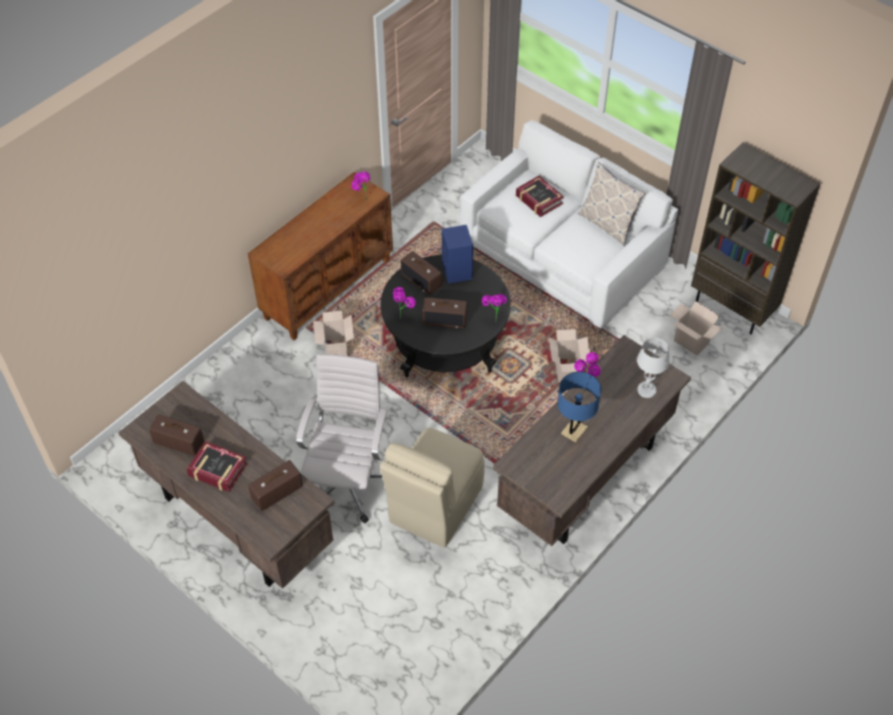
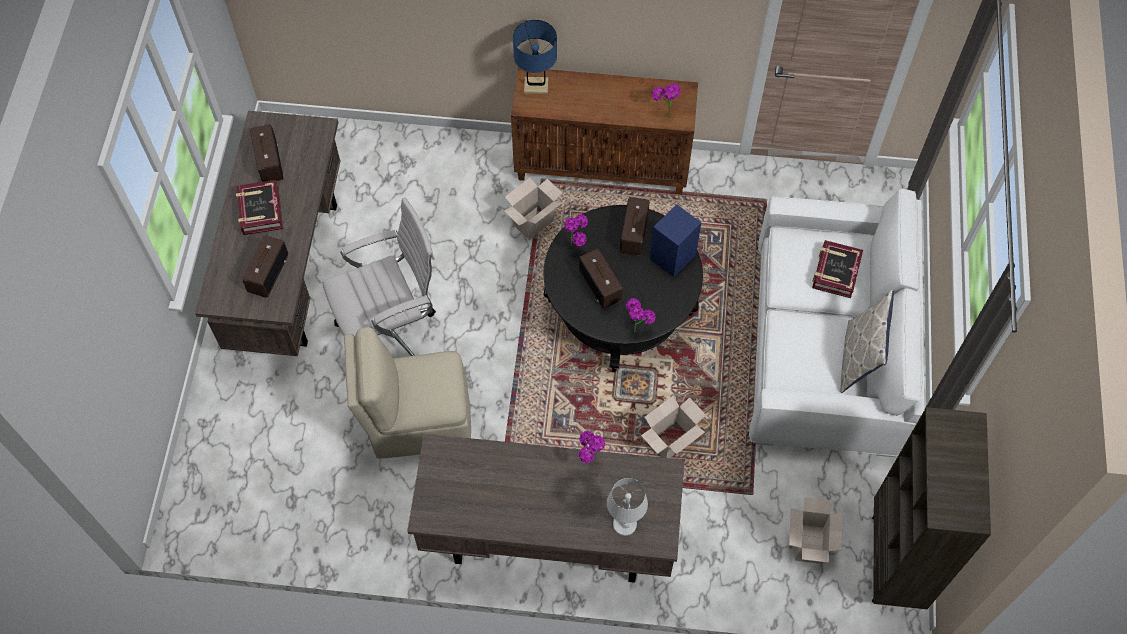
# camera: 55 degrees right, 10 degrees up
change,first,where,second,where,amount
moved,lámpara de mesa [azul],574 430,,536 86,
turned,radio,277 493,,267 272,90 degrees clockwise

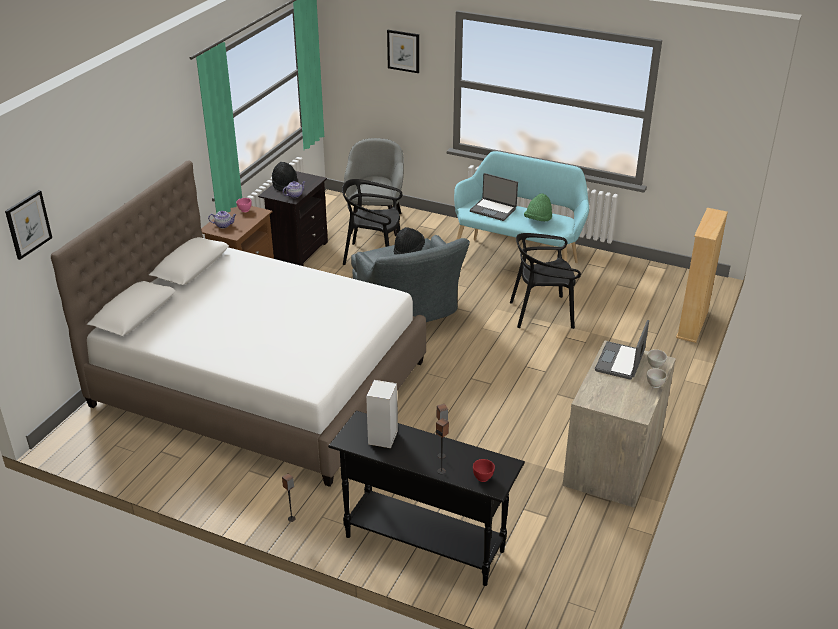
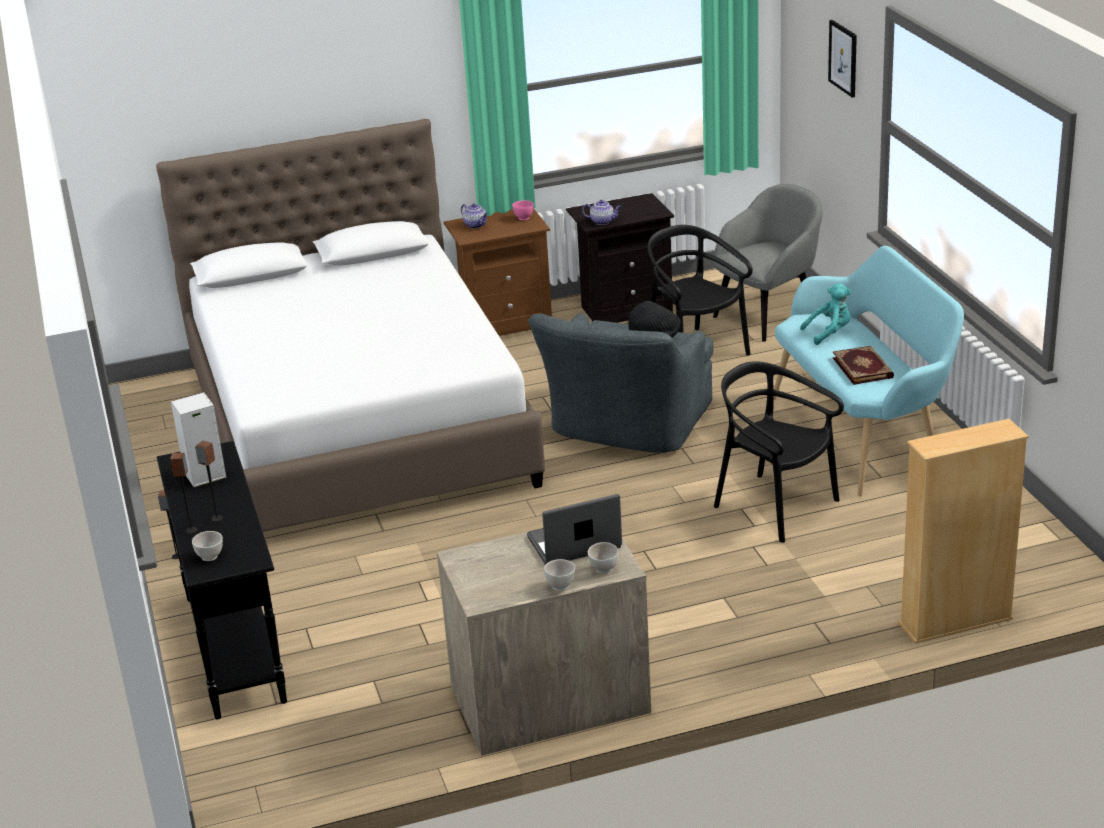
# camera: 50 degrees right, 5 degrees down
change,first,where,second,where,amount
removed,cuadro,28 224,,,
removed,sombrero [negro],284 184,,,
replaced,portátil,493 210,peluche [turquesa],829 333,
replaced,sombrero [verde],538 220,libro,863 367,
recoloured,cuenco [rojo],483 478,cuenco [blanco],210 557,

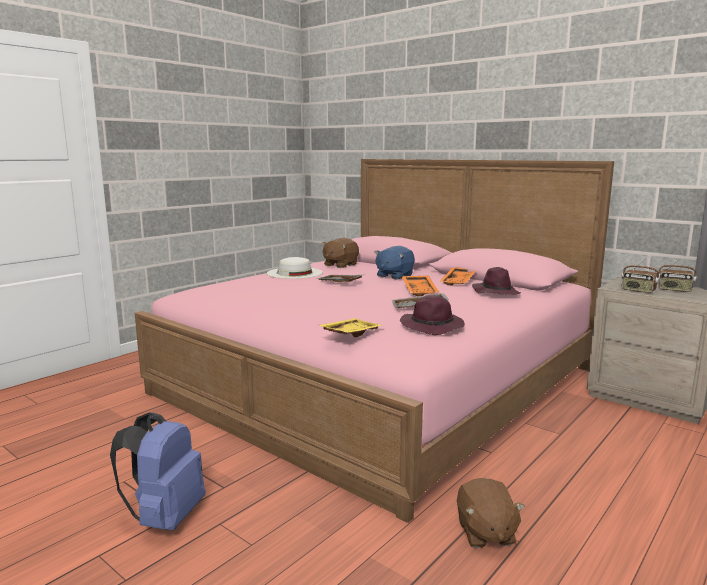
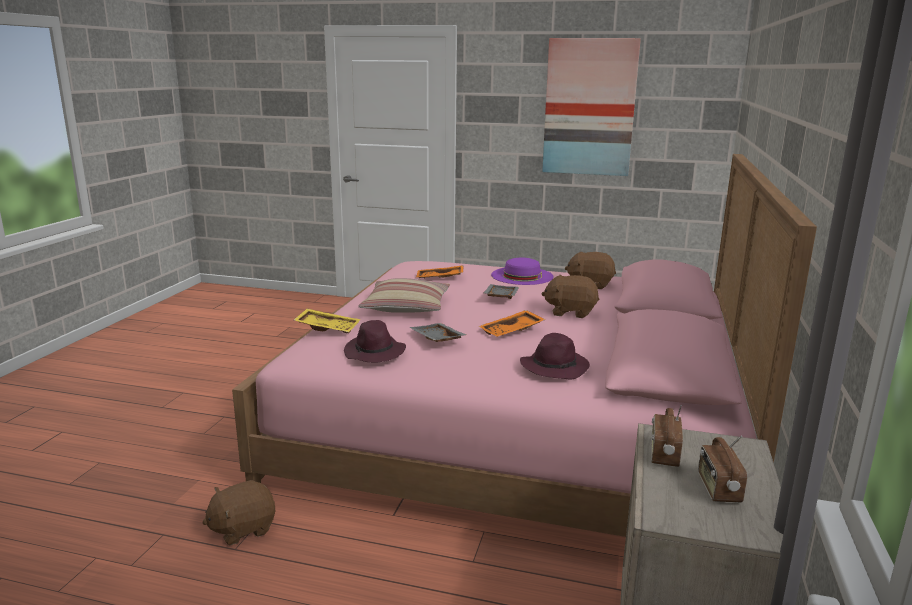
# camera: 65 degrees right, 5 degrees up
change,first,where,second,where,amount
removed,mochila [azul],165 517,,,
added,,,cojín,406 307,
added,,,cuadro,589 107,
moved,bandeja [naranja],459 281,,440 278,
recoloured,sombrero [blanco],294 273,sombrero [morado],522 276,
recoloured,peluche [azul],394 276,peluche [marrón],570 312,

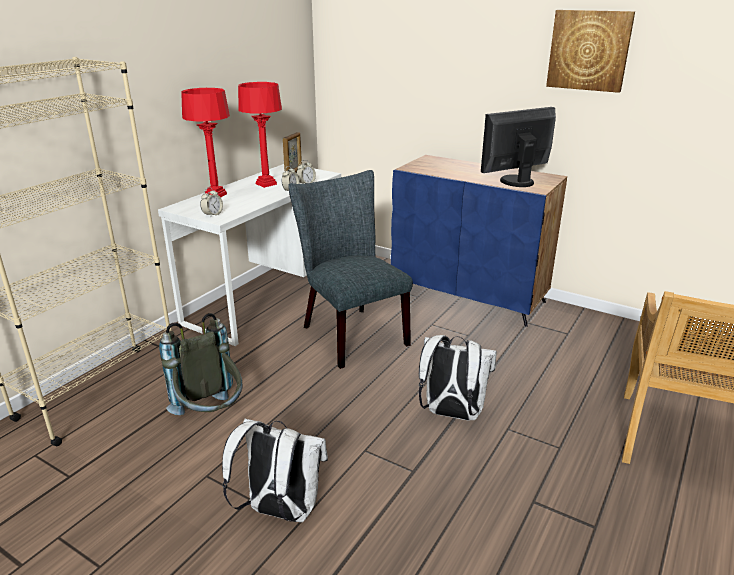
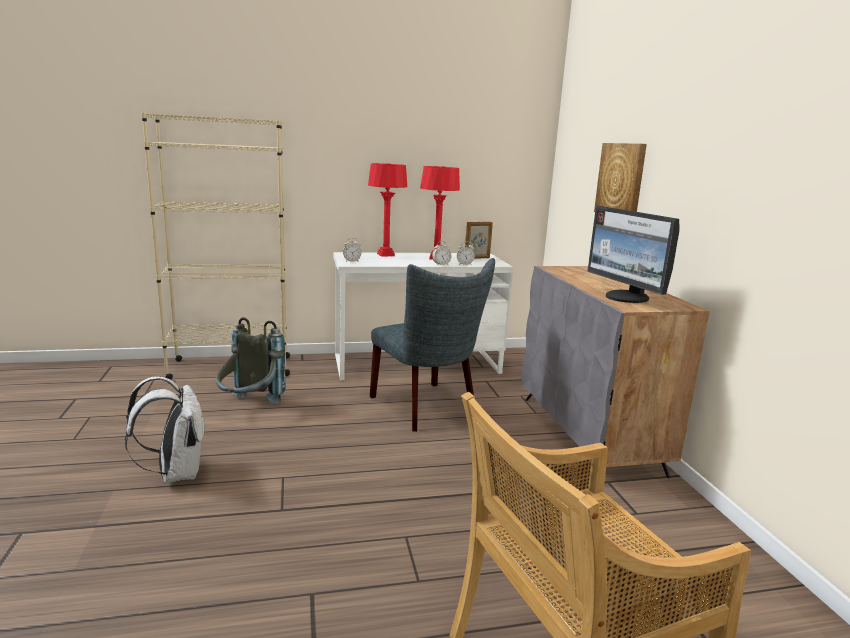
# camera: 45 degrees right, 10 degrees down
change,first,where,second,where,amount
removed,mochila [blanco],451 414,,,
moved,cuadro,589 50,,621 180,
recoloured,armario [azul],469 295,armario [gris],589 434,
turned,silla [gris],350 333,,427 409,135 degrees clockwise
turned,monitor,515 181,,626 298,135 degrees counterclockwise

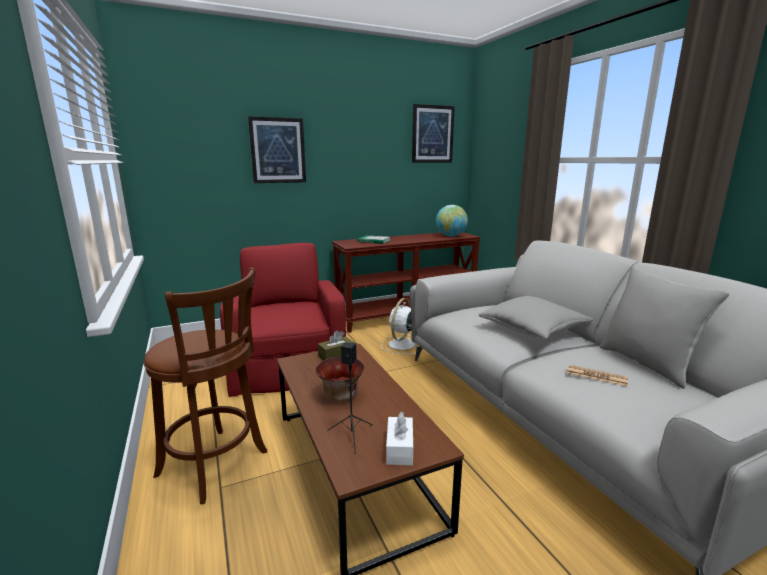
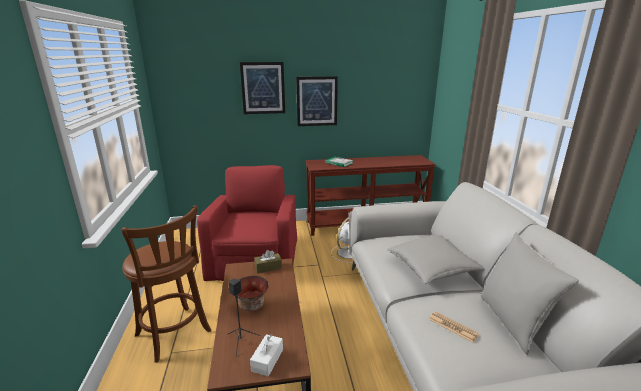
# camera: 15 degrees right, 5 degrees up
change,first,where,second,where,amount
removed,globo terráqueo,450 236,,,
moved,cuadro,432 134,,317 101,

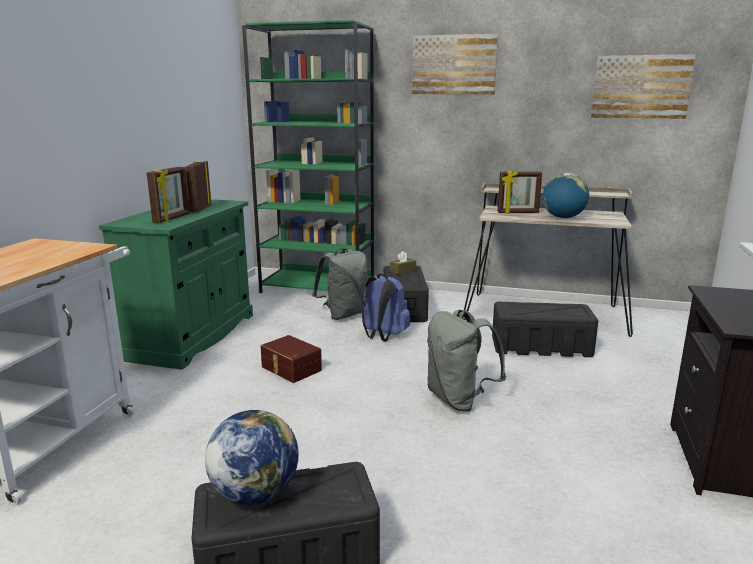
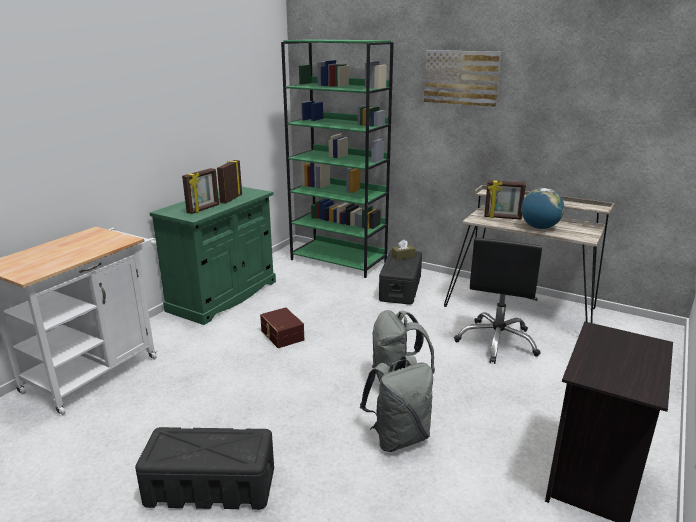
# camera: 15 degrees right, 5 degrees up
change,first,where,second,where,amount
removed,globo terráqueo,255 493,,,
removed,mochila [azul],382 336,,,
removed,cuadro,640 87,,,
moved,mochila [gris],344 315,,398 437,
replaced,caja de almacenaje [negro],540 346,silla de oficina [negro],497 342,

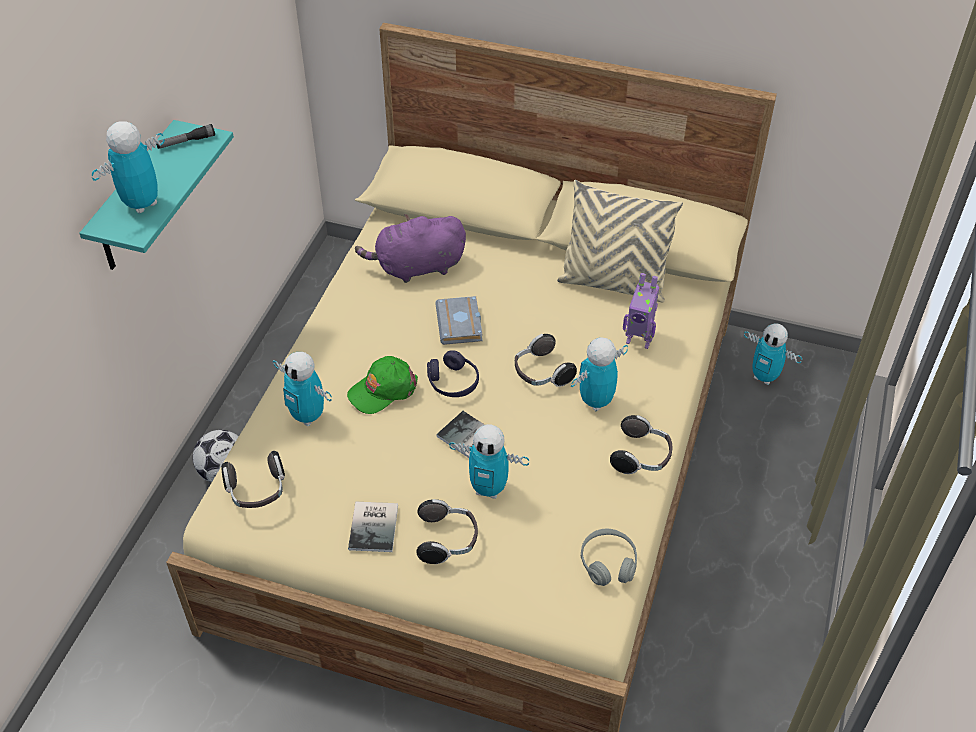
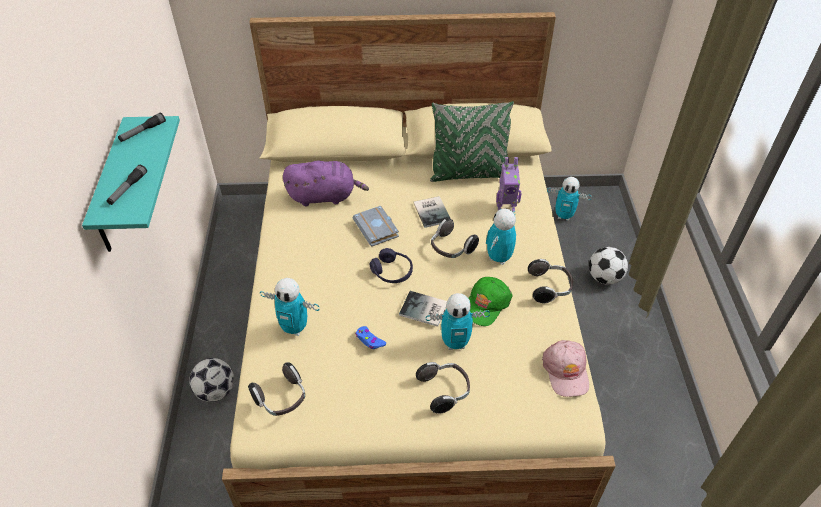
# camera: 20 degrees left, 0 degrees up
change,first,where,second,where,amount
added,,,mando de consola [azul],369 340,
added,,,balón de fútbol,604 277,
moved,gorra [verde],383 390,,486 304,
moved,libro,375 526,,432 211,
replaced,robot de juguete,141 204,linterna,128 189,
replaced,auriculares [gris],608 563,gorra [rosa],566 371,
recoloured,cojín [beis],613 283,cojín [verde],469 173,
turned,peluche [morado],416 267,,324 196,150 degrees counterclockwise

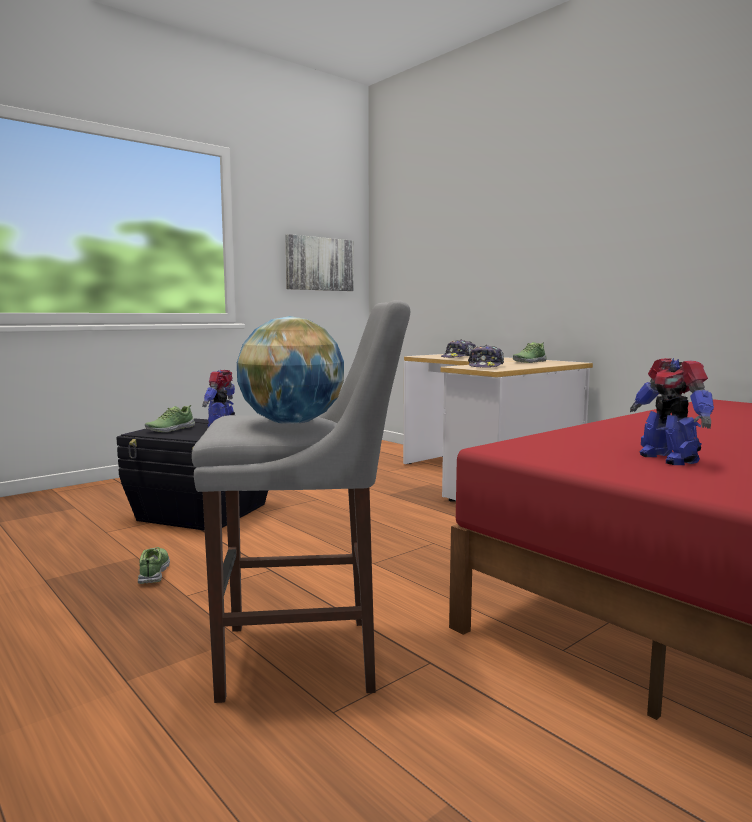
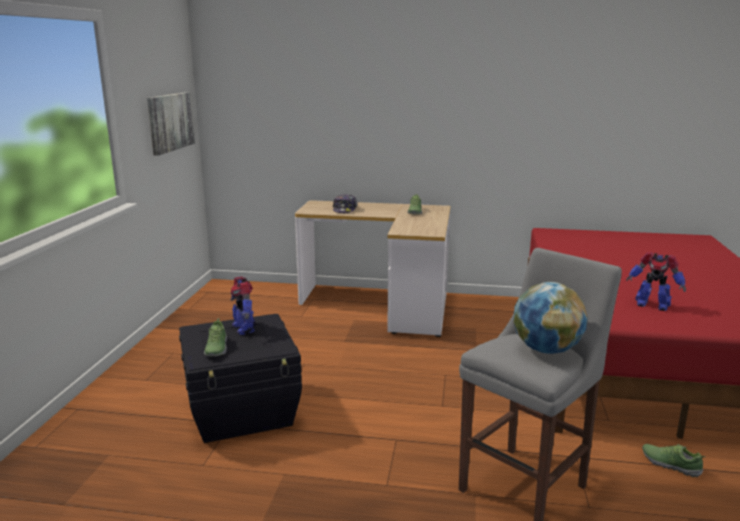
# camera: 40 degrees left, 10 degrees up
change,first,where,second,where,amount
removed,gorra,486 366,,,
moved,zapato,154 572,,670 464,

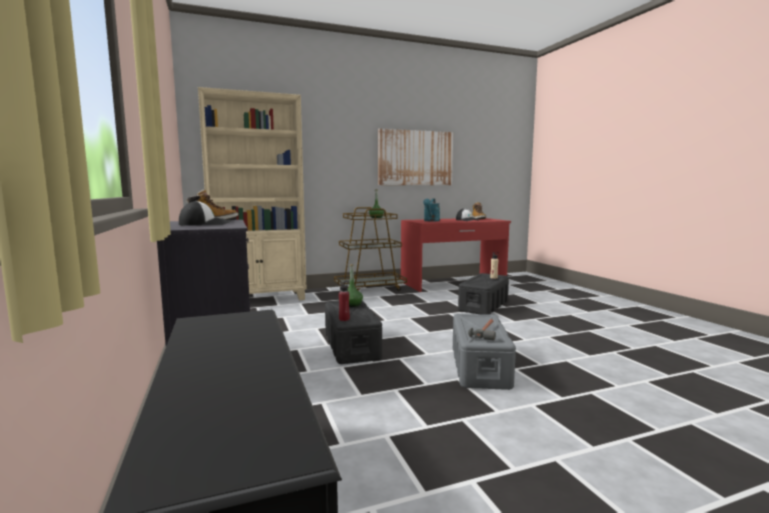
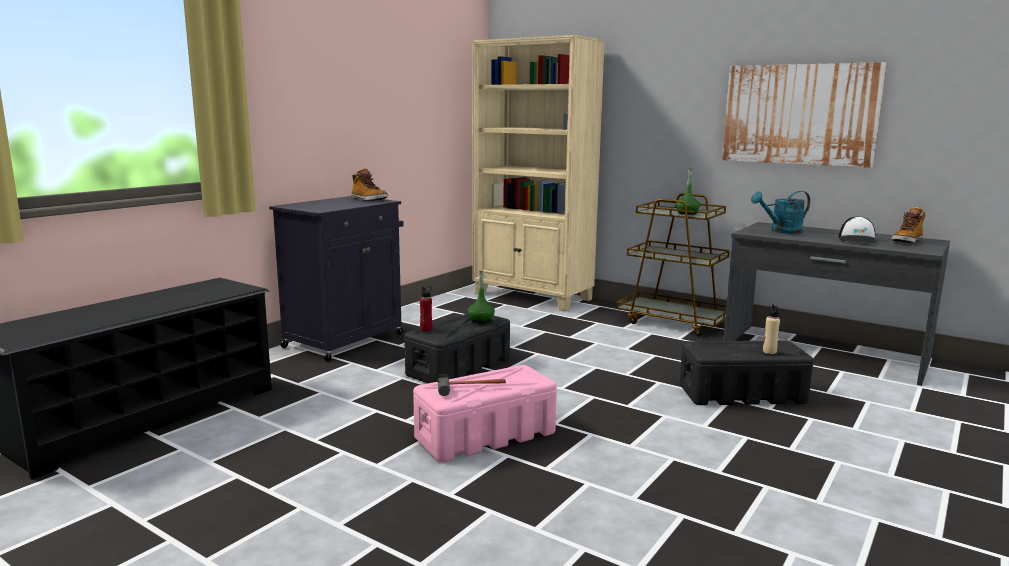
# camera: 55 degrees right, 5 degrees up
change,first,where,second,where,amount
removed,gorra,206 224,,,
recoloured,escritorio [rojo],453 283,escritorio [gris],824 353,
recoloured,caja de almacenaje [gris],479 367,caja de almacenaje [rosa],486 435,

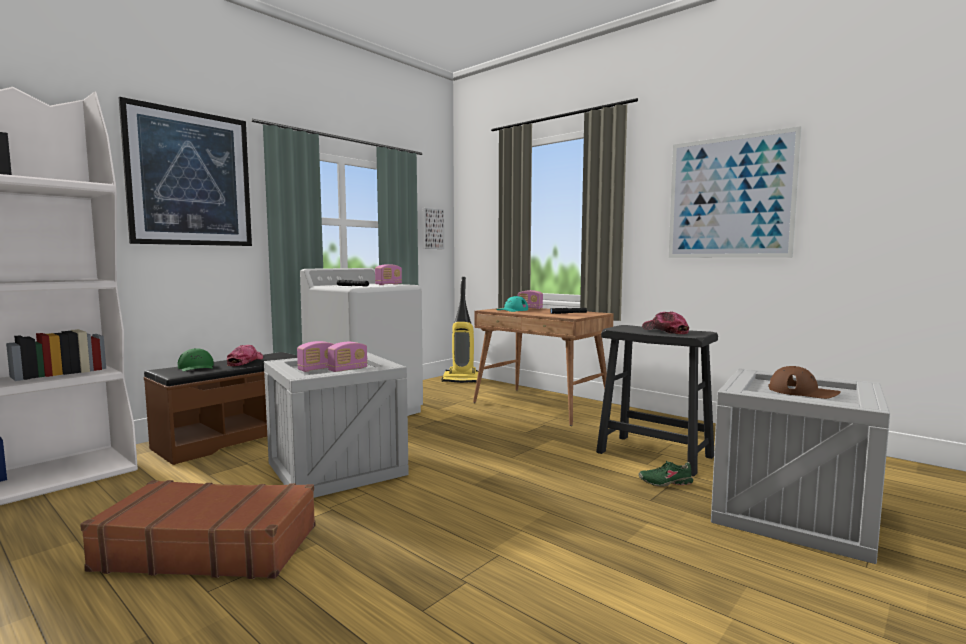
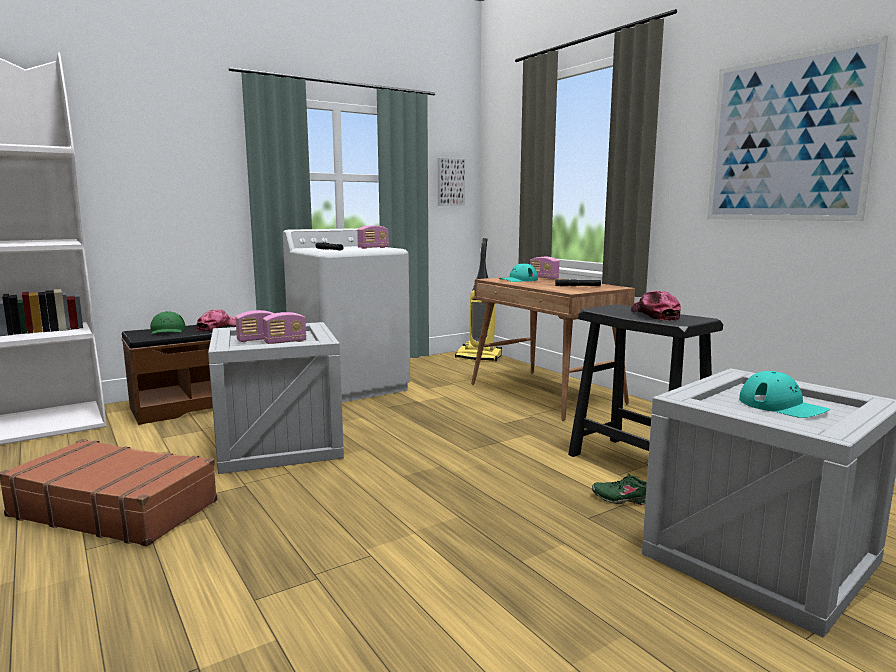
# camera: 15 degrees right, 5 degrees up
change,first,where,second,where,amount
removed,cuadro,190 178,,,
recoloured,gorra [marrón],803 392,gorra [turquesa],782 406,

